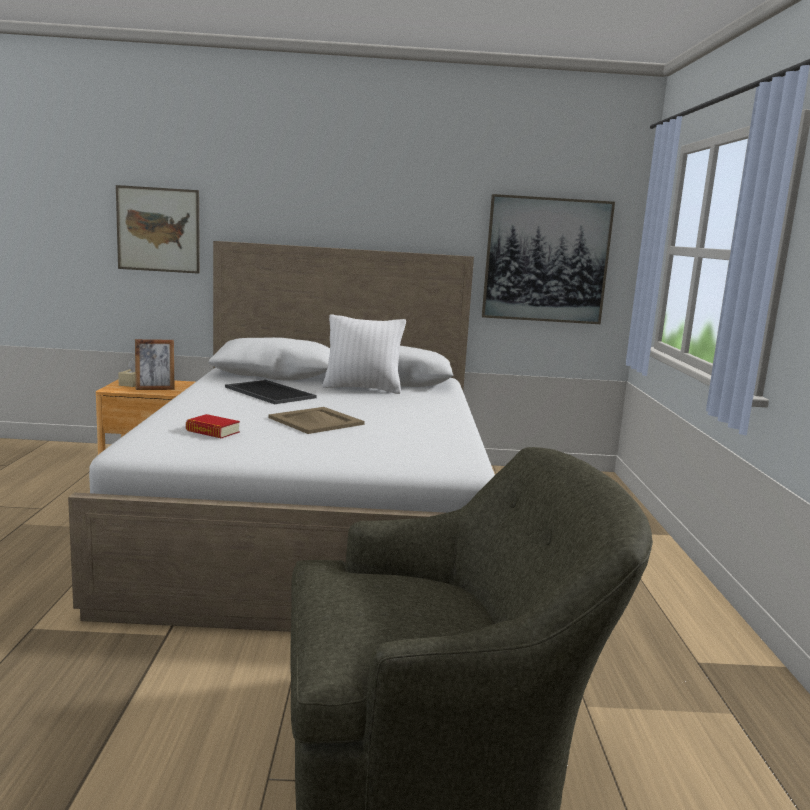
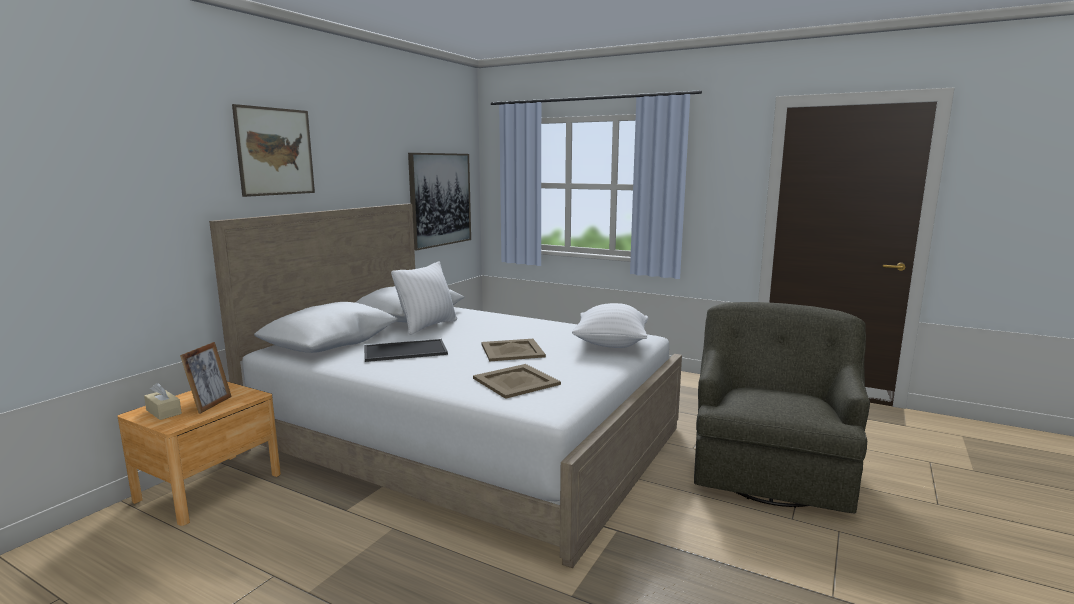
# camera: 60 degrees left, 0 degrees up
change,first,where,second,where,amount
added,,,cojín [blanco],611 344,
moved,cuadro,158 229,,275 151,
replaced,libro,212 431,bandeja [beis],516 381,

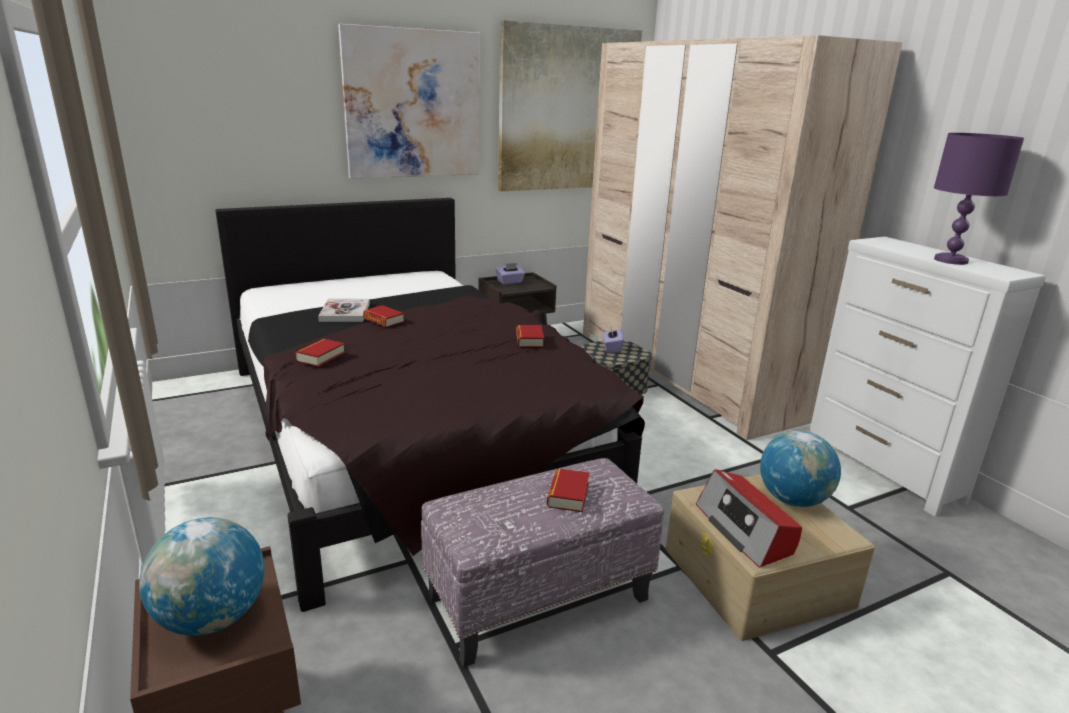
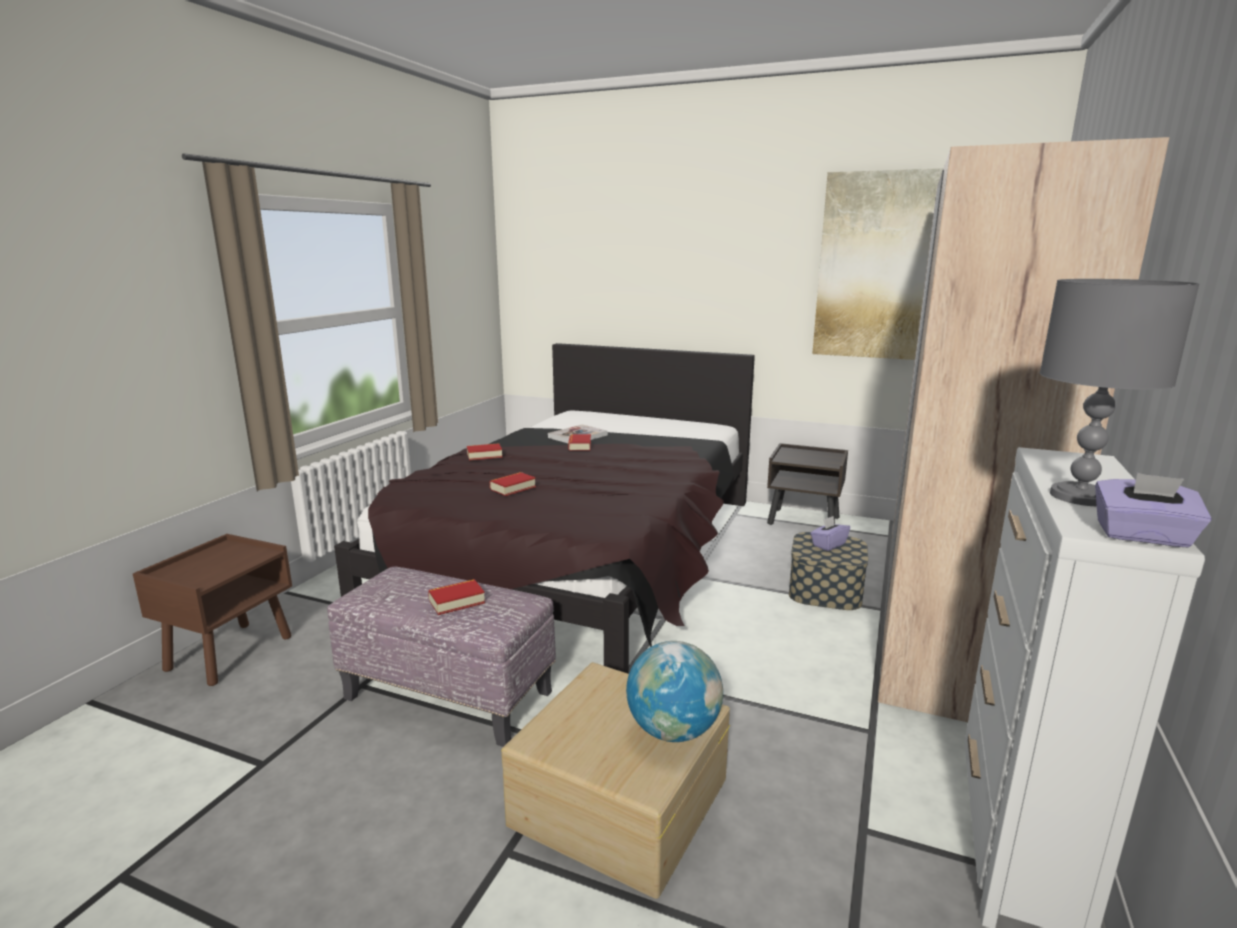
# camera: 50 degrees right, 5 degrees down
change,first,where,second,where,amount
removed,globo terráqueo,211 618,,,
removed,cuadro,413 104,,,
removed,radio,745 530,,,
moved,caja de pañuelos [morado],510 282,,1142 536,
moved,libro,529 340,,513 488,
recoloured,lámpara de mesa [morado],950 260,lámpara de mesa [gris],1078 496,

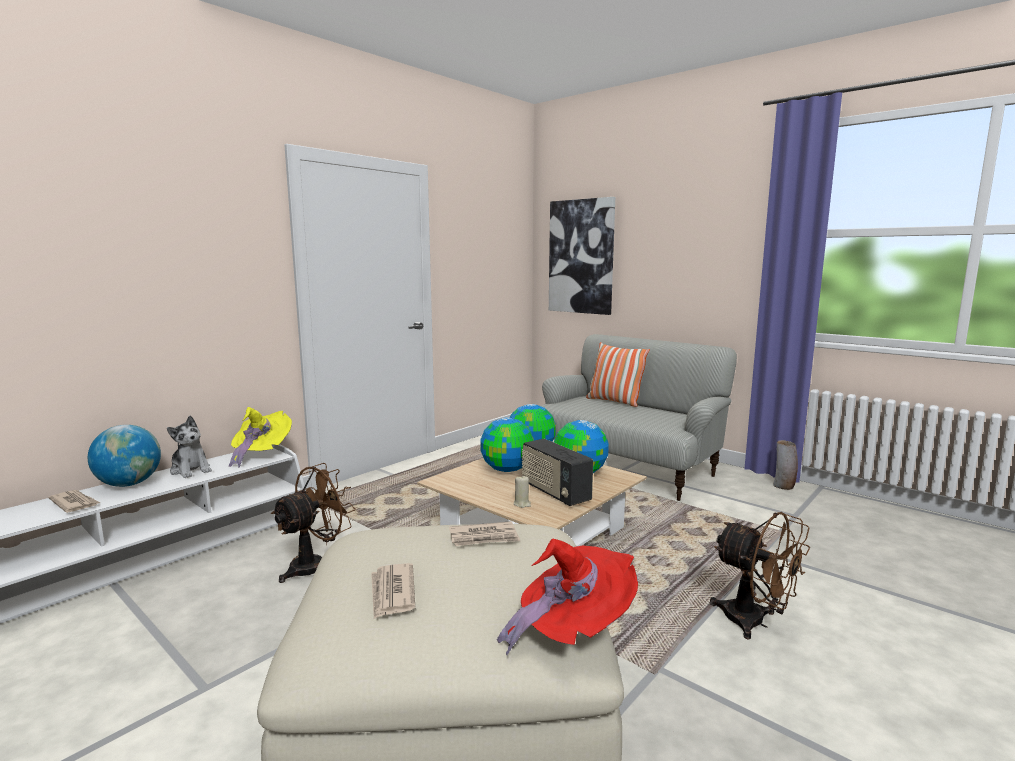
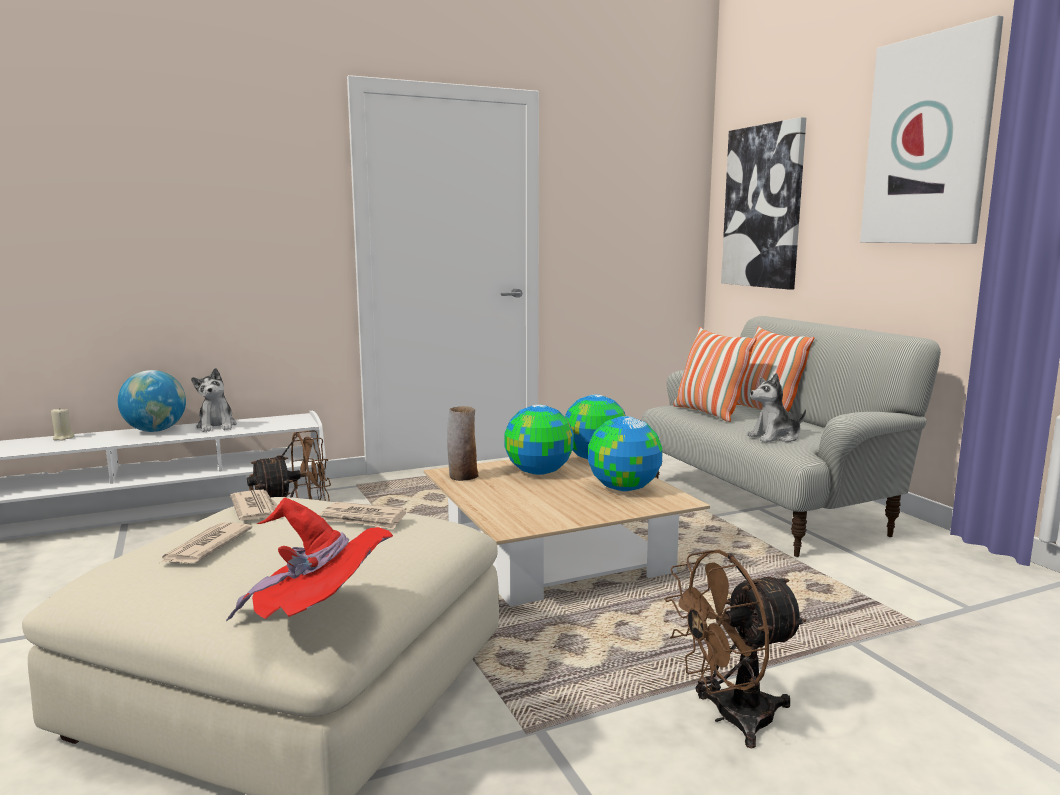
# camera: 25 degrees right, 0 degrees up
change,first,where,second,where,amount
removed,sombrero [amarillo],260 454,,,
removed,radio,554 492,,,
added,,,cojín,708 413,
added,,,peluche,775 437,
added,,,cuadro,928 141,
moved,periódico,75 503,,256 508,
moved,vela [beis],522 504,,63 438,
moved,florero,783 486,,462 477,
turned,ventilador [marrón],754 622,,730 718,90 degrees clockwise

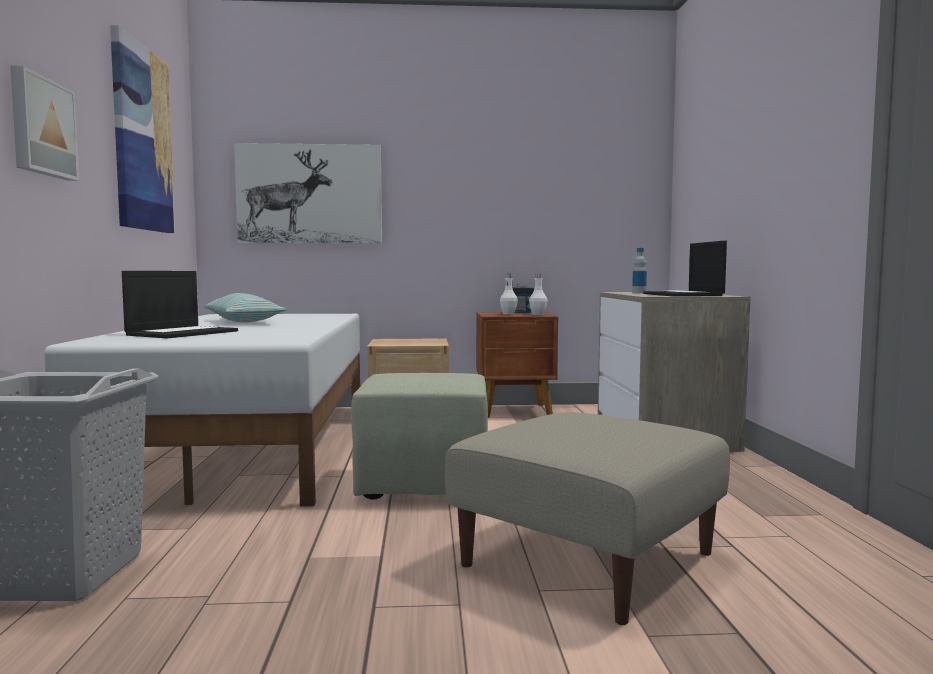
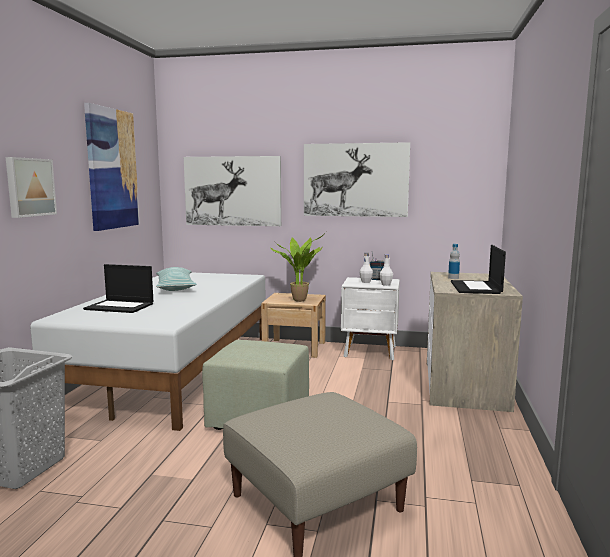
# camera: 15 degrees right, 5 degrees up
change,first,where,second,where,amount
added,,,planta en maceta,300 300,
added,,,cuadro,355 180,
recoloured,mesita de noche [marrón],516 411,mesita de noche [blanco],371 352,
turned,portátil,183 333,,120 306,60 degrees clockwise

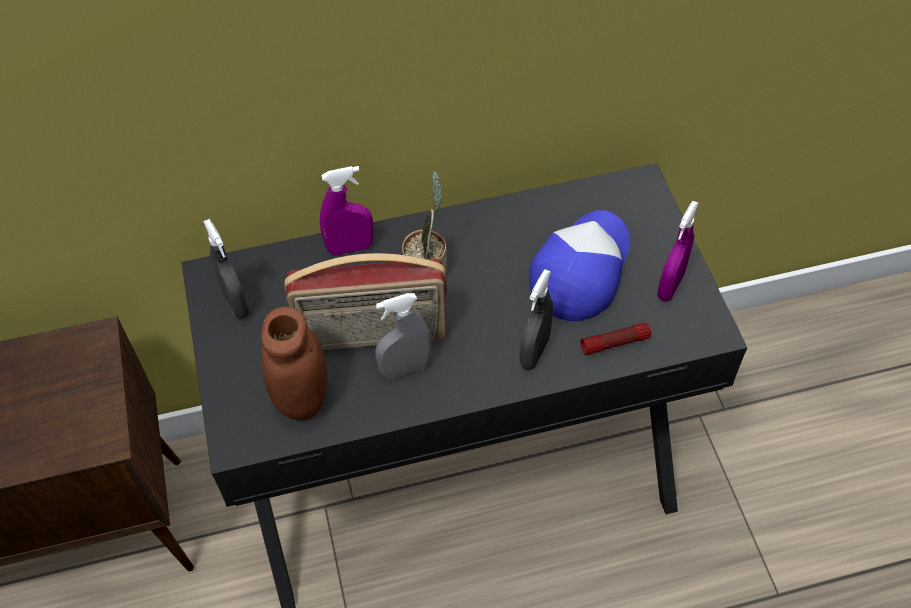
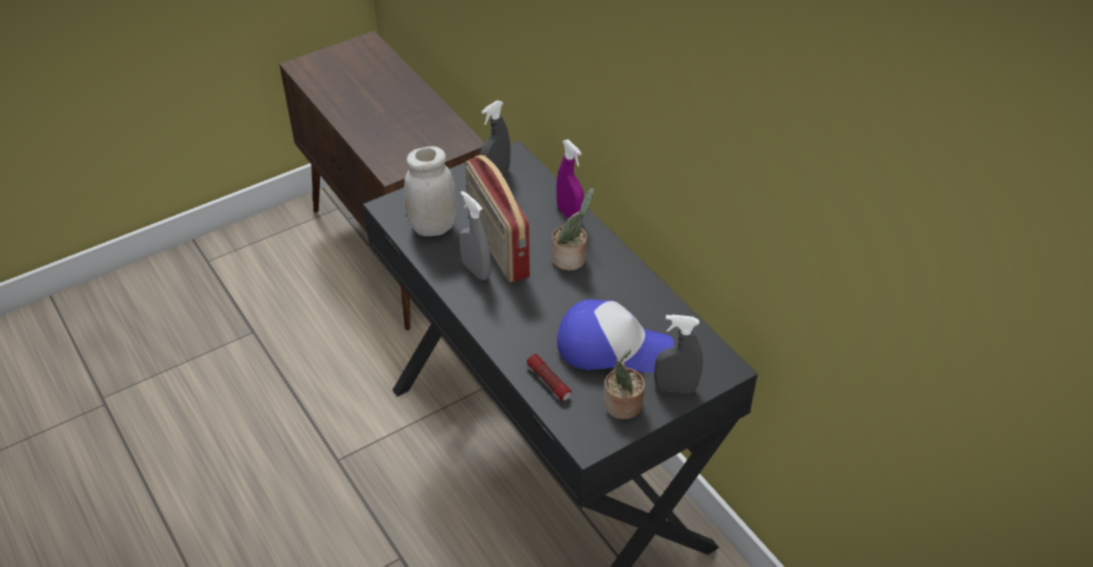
# camera: 70 degrees right, 10 degrees down
change,first,where,second,where,amount
moved,pulverizador [gris],534 353,,675 388,
replaced,pulverizador [morado],670 286,planta en maceta,623 407,
recoloured,tarro [marrón],302 398,tarro [blanco],433 227,

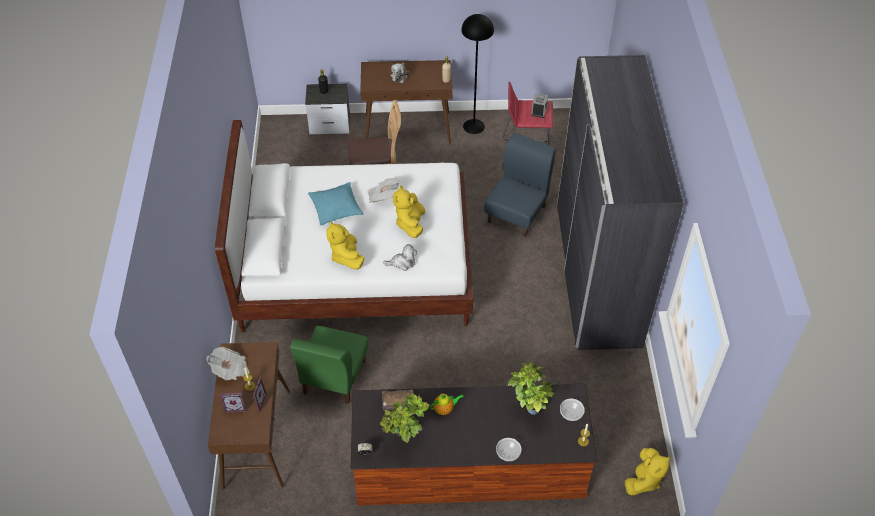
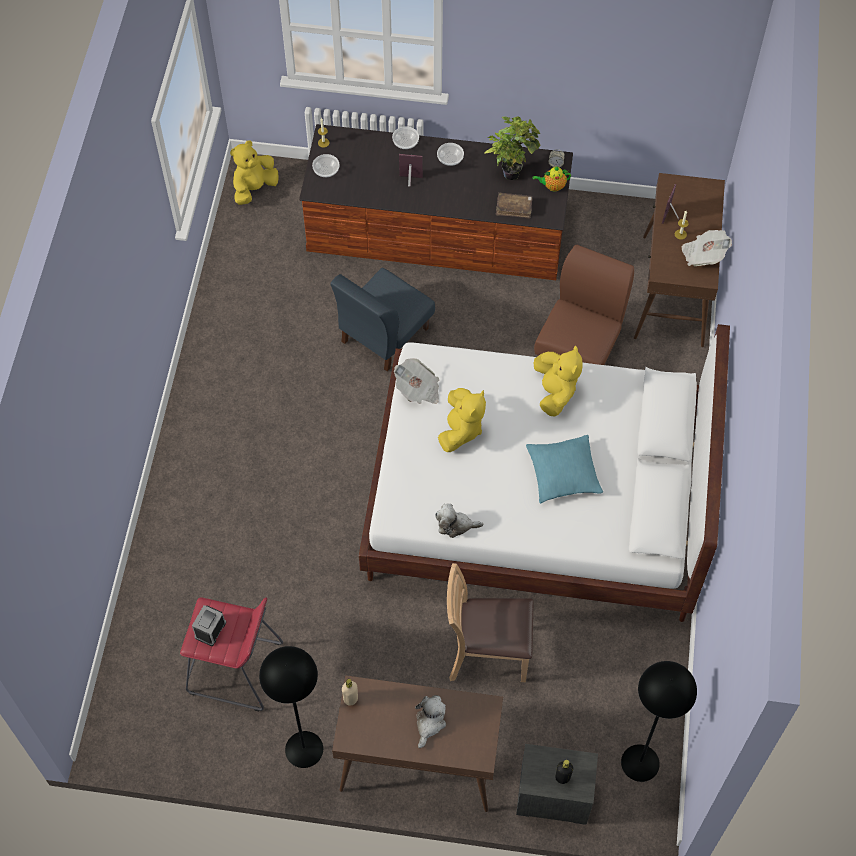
# camera: 170 degrees left, 10 degrees up
change,first,where,second,where,amount
removed,planta en maceta,529 408,,,
removed,armario ropero [gris],597 274,,,
added,,,cuenco,450 159,
added,,,lámpara de pie [negro],639 763,
moved,portarretratos,235 406,,410 181,
moved,periódico,382 196,,418 389,
moved,peluche,402 263,,455 525,
moved,tetera,445 409,,552 186,
moved,silla [azul],517 214,,384 335,
recoloured,silla [verde],334 377,silla [marrón],579 349,

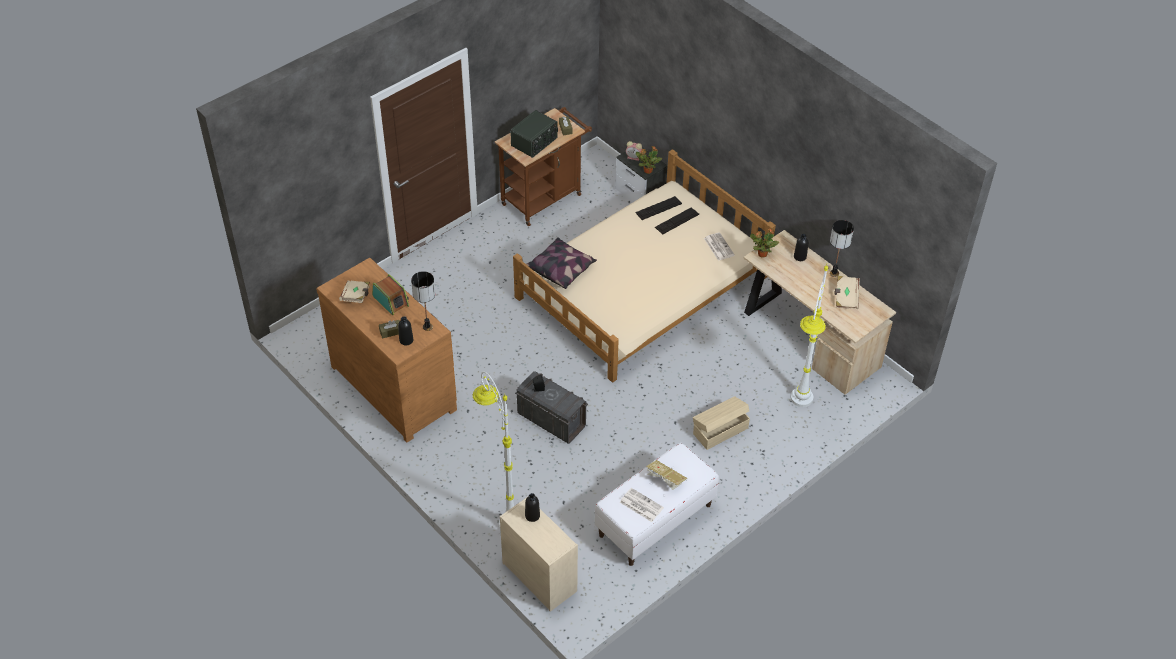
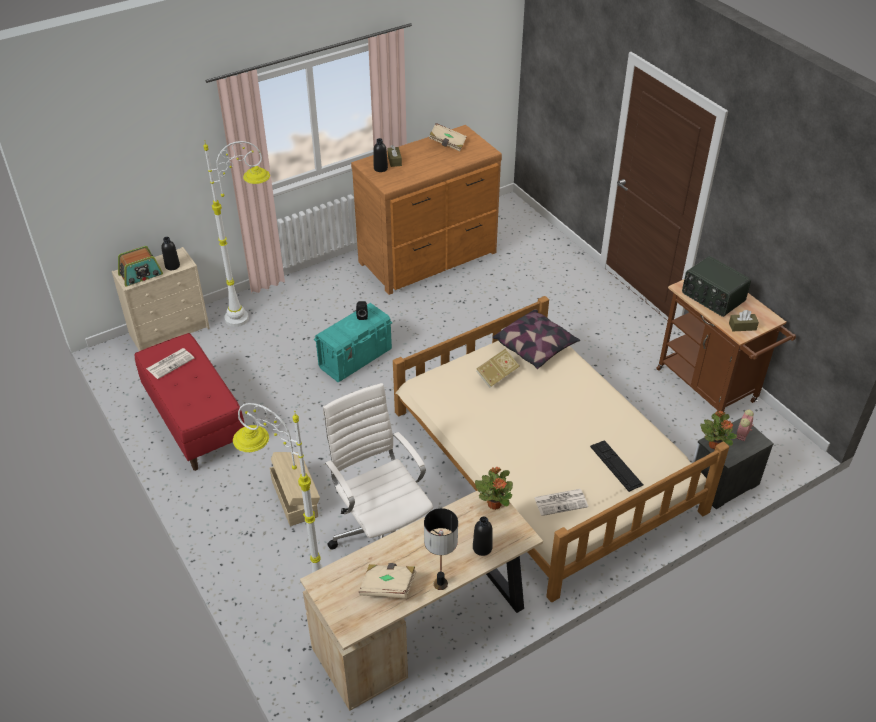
# camera: 100 degrees right, 5 degrees down
change,first,where,second,where,amount
removed,lámpara de mesa,427 327,,,
removed,teclado,658 208,,,
added,,,silla de oficina [blanco],382 534,
moved,radio,391 300,,141 275,
moved,libro,665 480,,496 375,
recoloured,caja de almacenaje [gris],551 420,caja de almacenaje [turquesa],356 358,
recoloured,banco [blanco],655 520,banco [rojo],195 421,

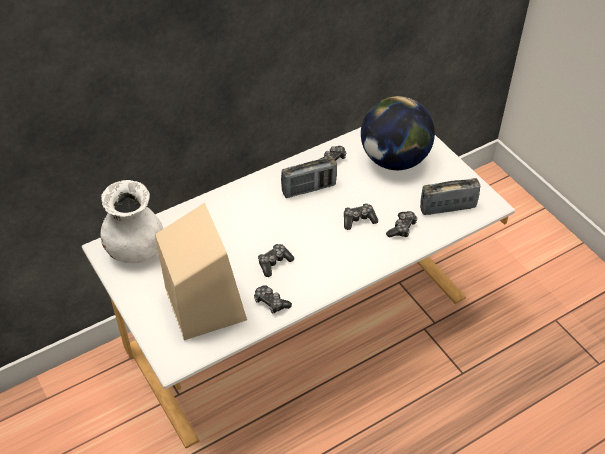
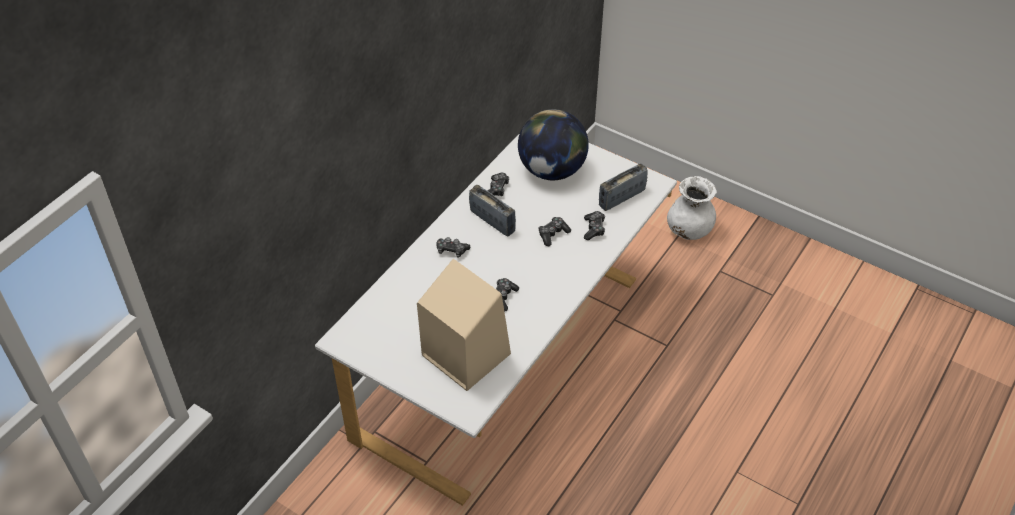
# camera: 25 degrees left, 0 degrees up
change,first,where,second,where,amount
moved,florero [blanco],136 250,,689 230,
moved,mando de consola,271 303,,451 250,
turned,radio,309 189,,492 221,90 degrees counterclockwise

